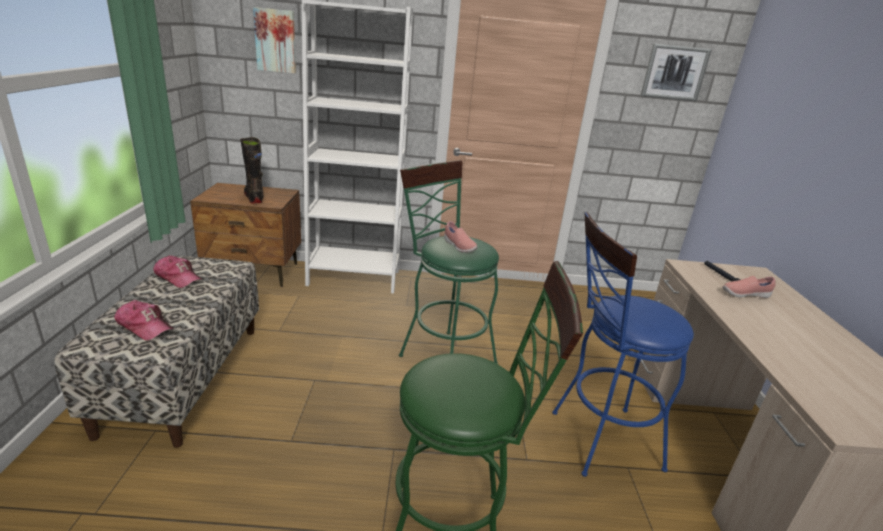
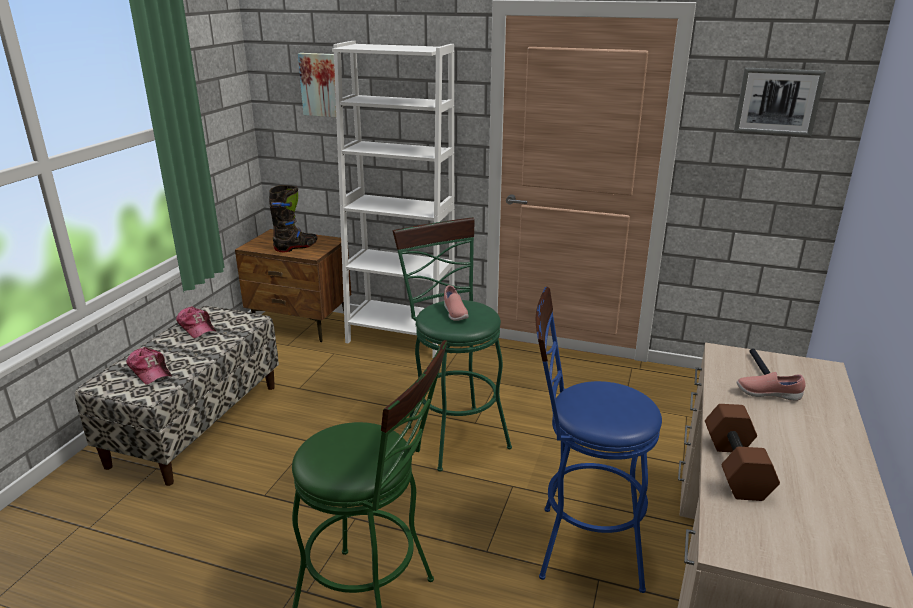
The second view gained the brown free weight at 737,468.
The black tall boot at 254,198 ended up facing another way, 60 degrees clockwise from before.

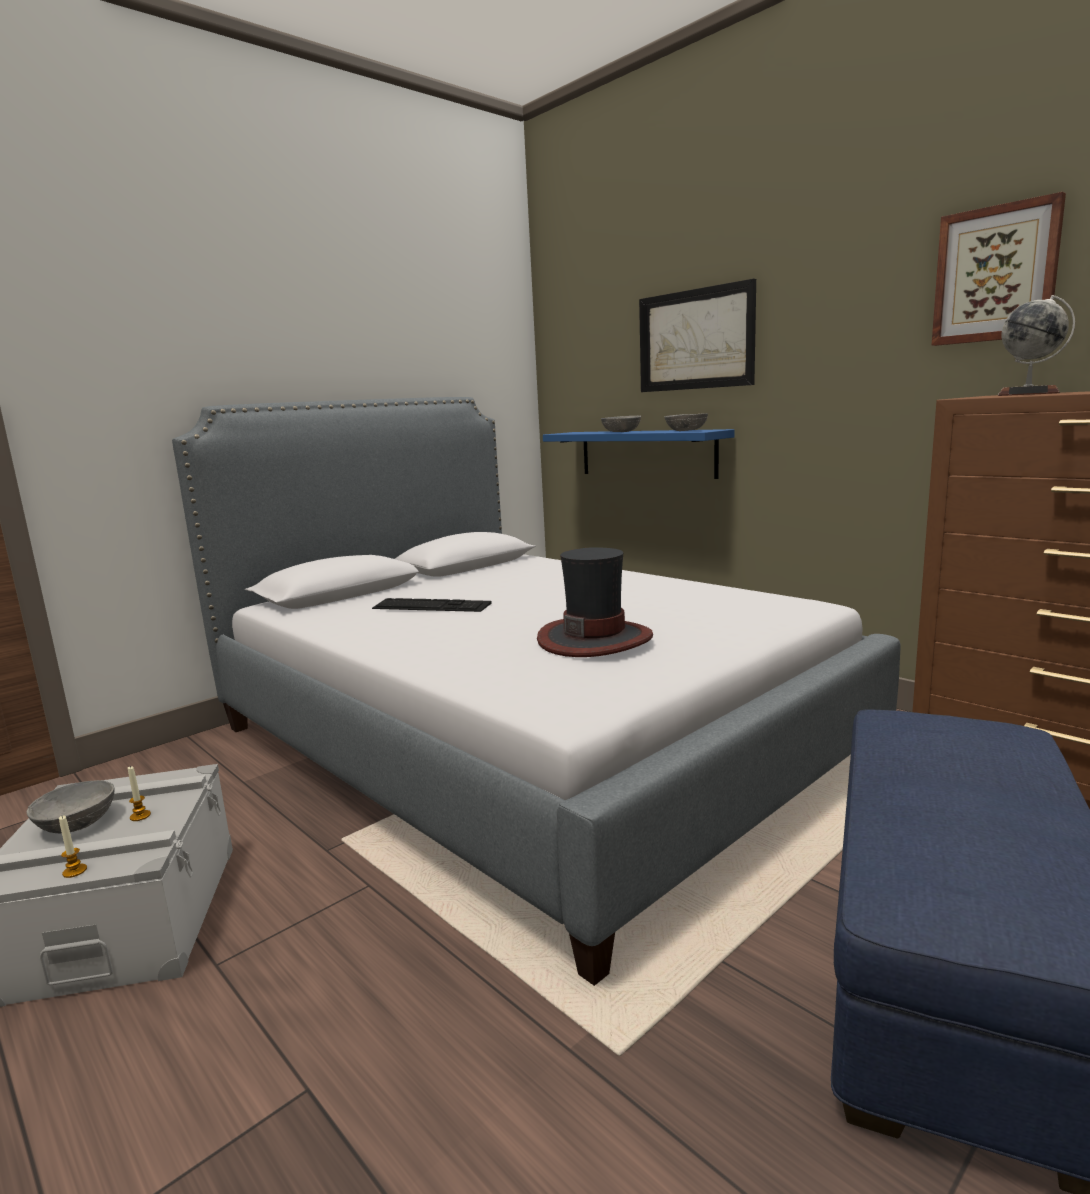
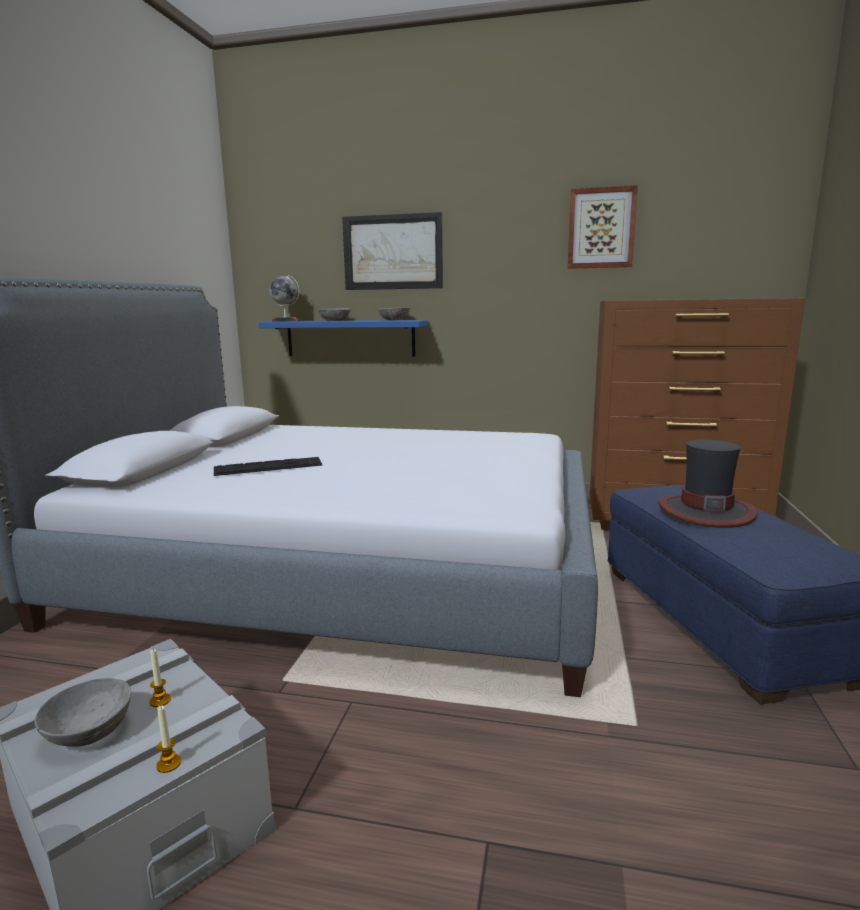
The clothing hat ended up elsewhere, having gone from 595,639 to 705,511.
The globe ended up elsewhere, having gone from 1028,394 to 285,321.

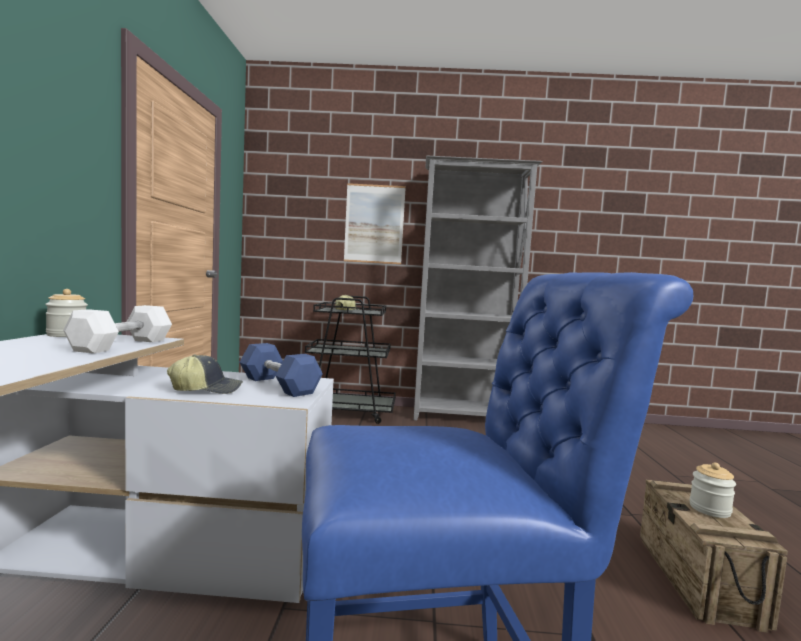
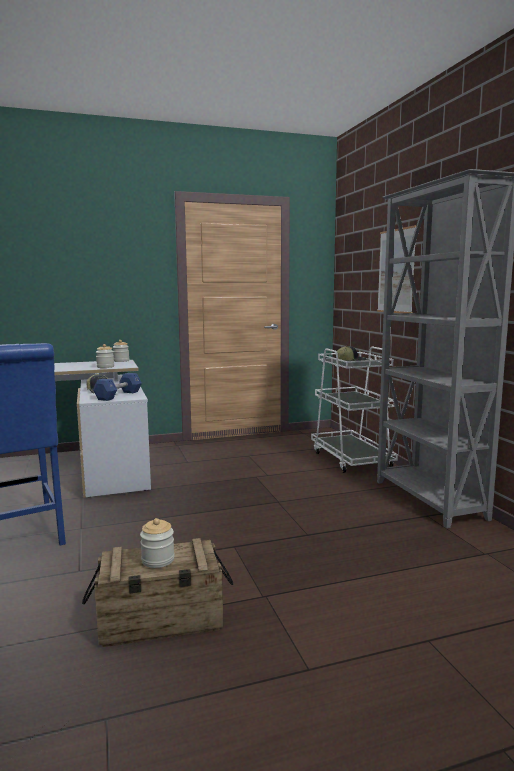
Where the white-coloured free weight stood at 122,345, the preserve jar came to stand at 105,367.
What was the black wheeled cart at 347,412 turned into the white-coloured wheeled cart at 351,459.

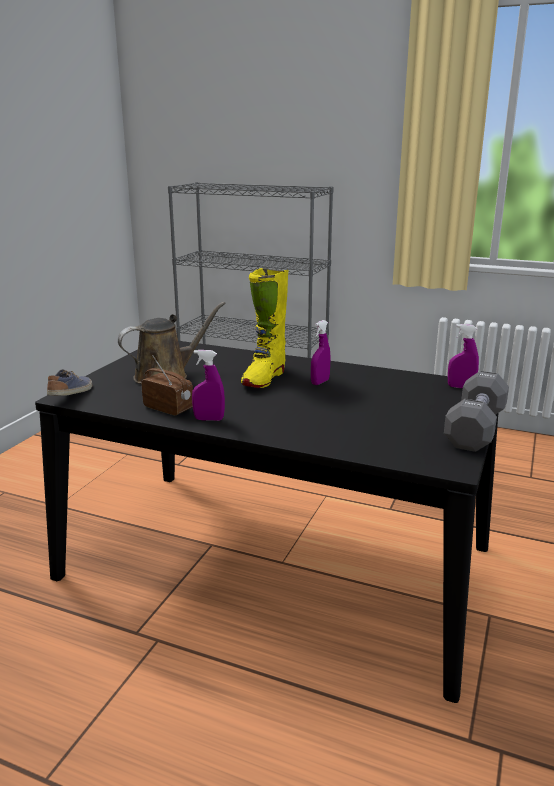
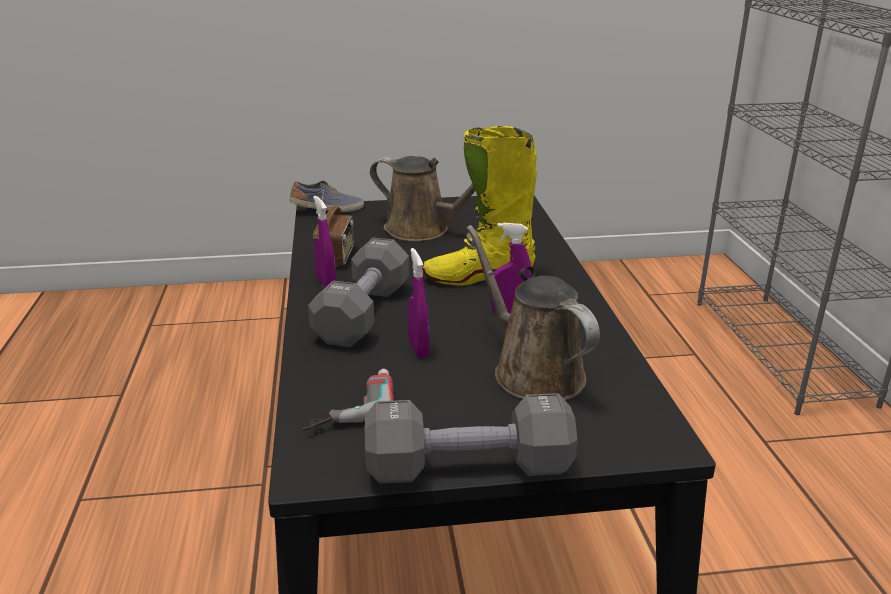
The second view gained the power drill at 349,405.
The second view gained the greyish free weight at 363,313.
The second view gained the brown sprinkling can at 532,372.
The purple-coloured sprayer ended up elsewhere, having gone from 460,387 to 418,348.

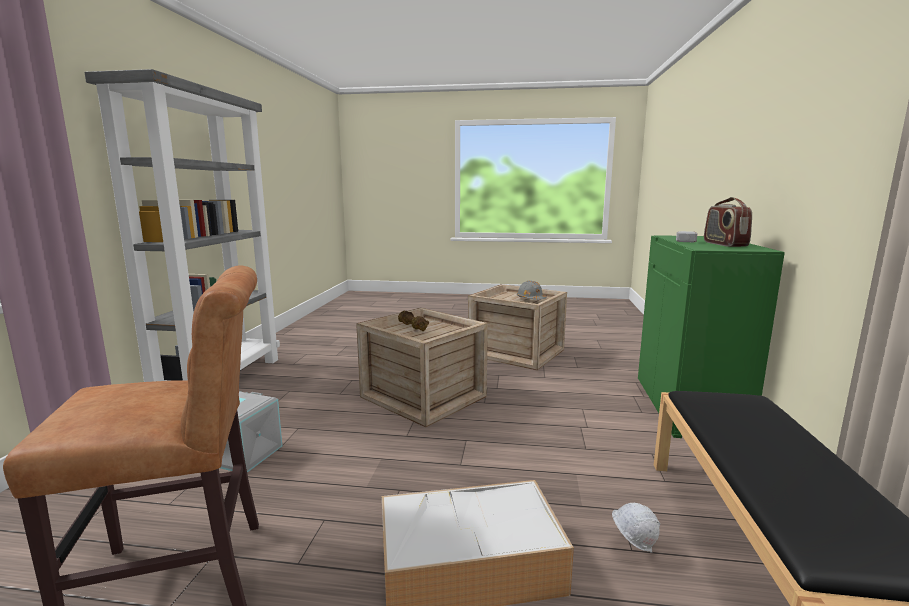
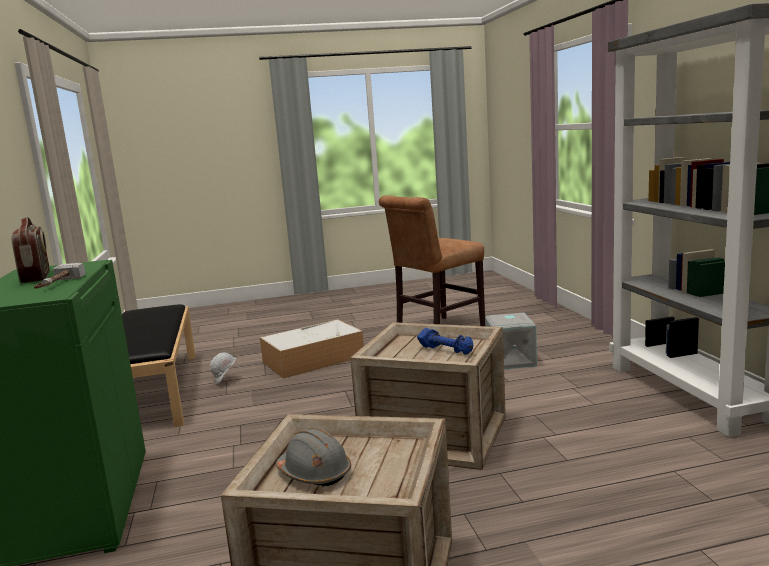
What was the brown free weight at 412,327 turned into the blue free weight at 446,350.

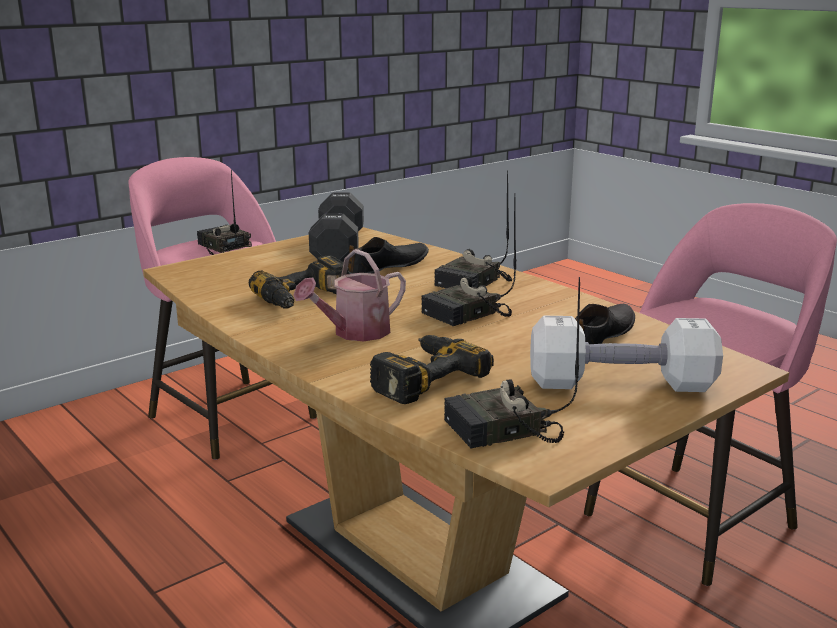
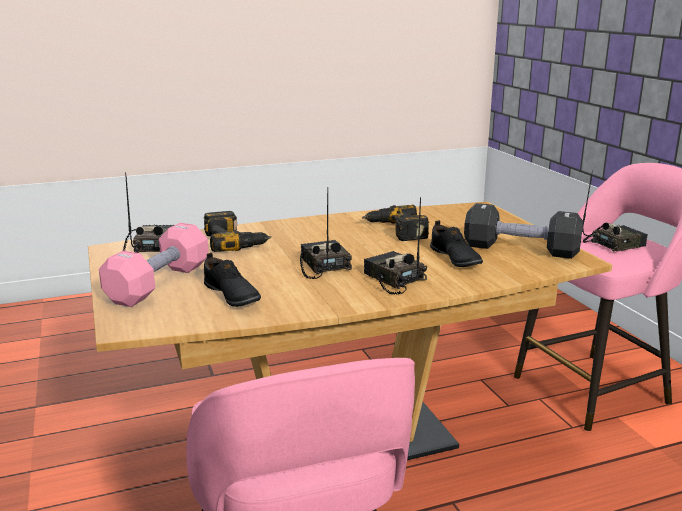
The second view lost the sprinkling can at 355,333.
What was the white-coloured free weight at 621,384 turned into the pinkish free weight at 159,284.

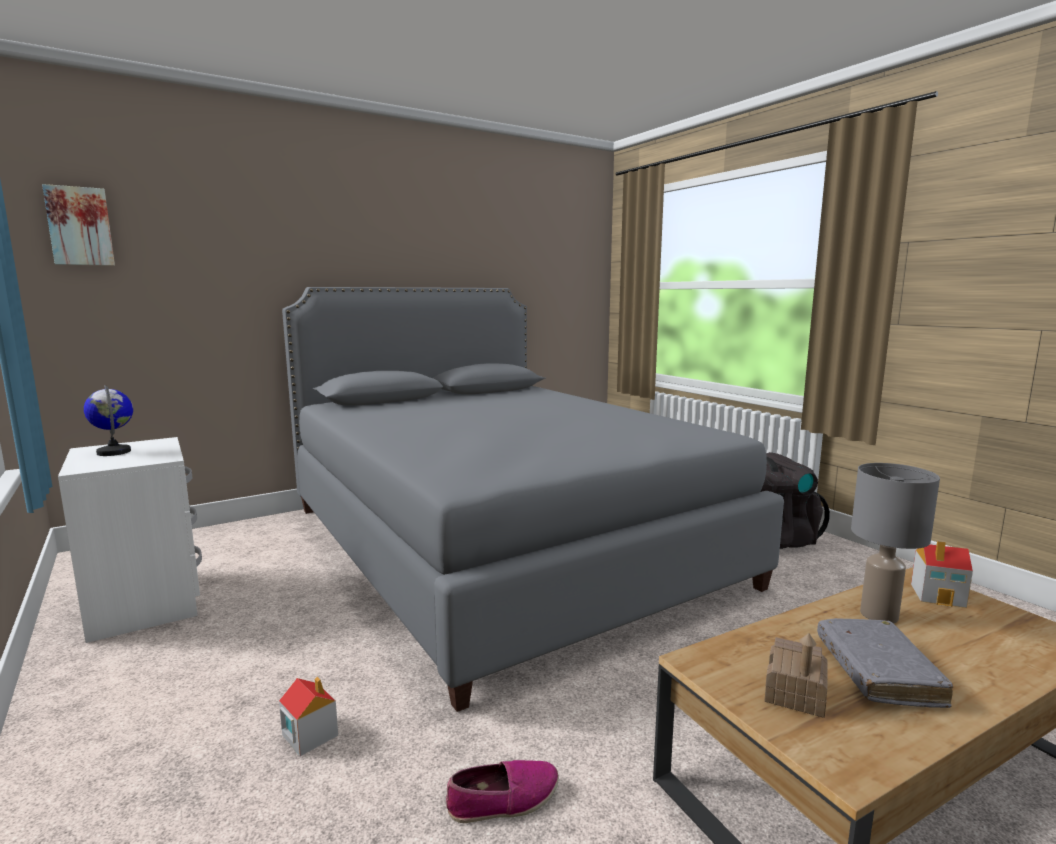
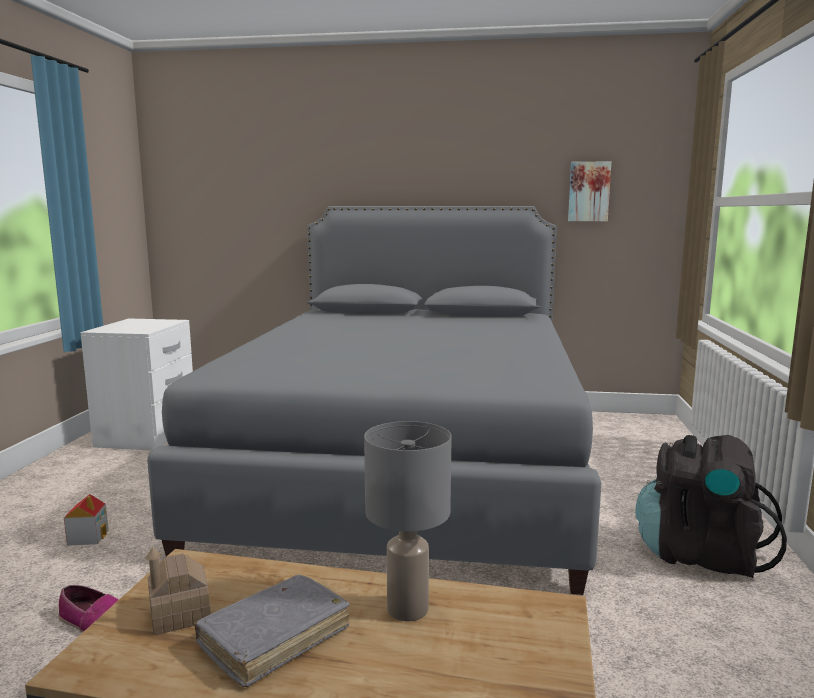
The second view lost the globe at 114,452.
The second view lost the model house at 938,595.
The wall picture ended up elsewhere, having gone from 80,226 to 589,191.

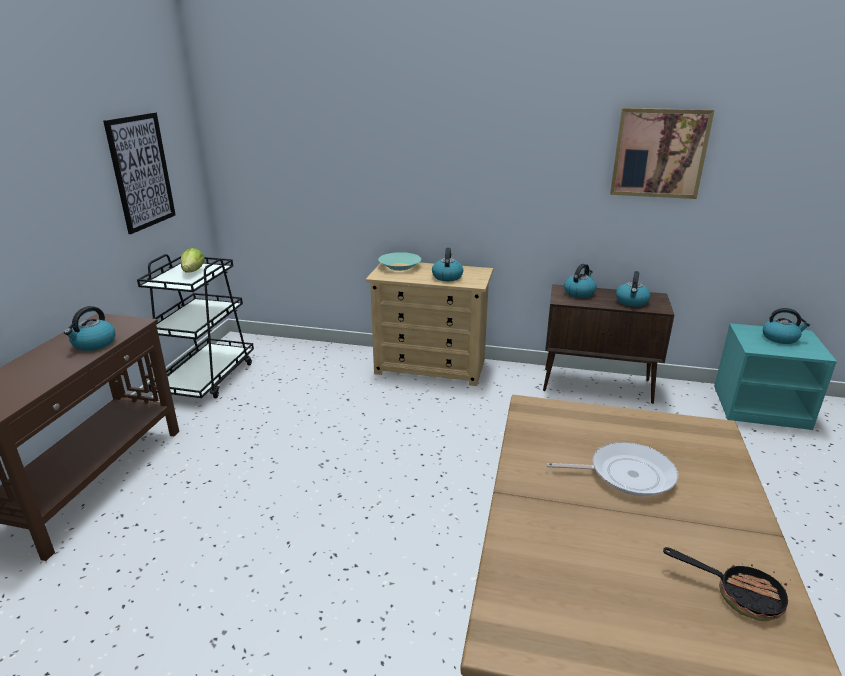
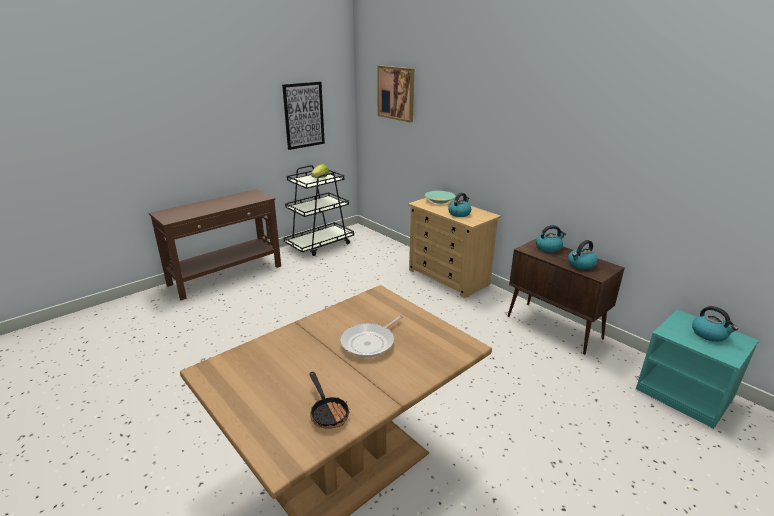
The second view lost the water kettle at 94,344.
The wall picture ended up elsewhere, having gone from 659,153 to 396,93.
The pan at 626,474 ended up facing another way, 90 degrees clockwise from before.

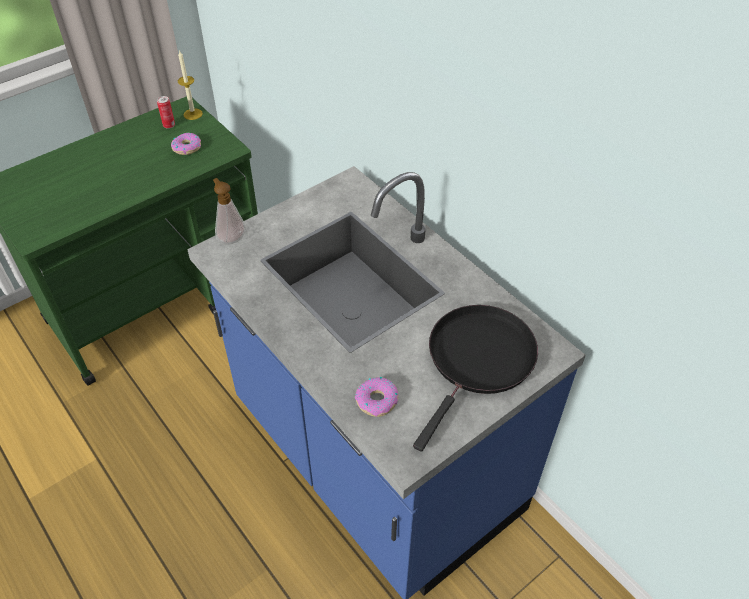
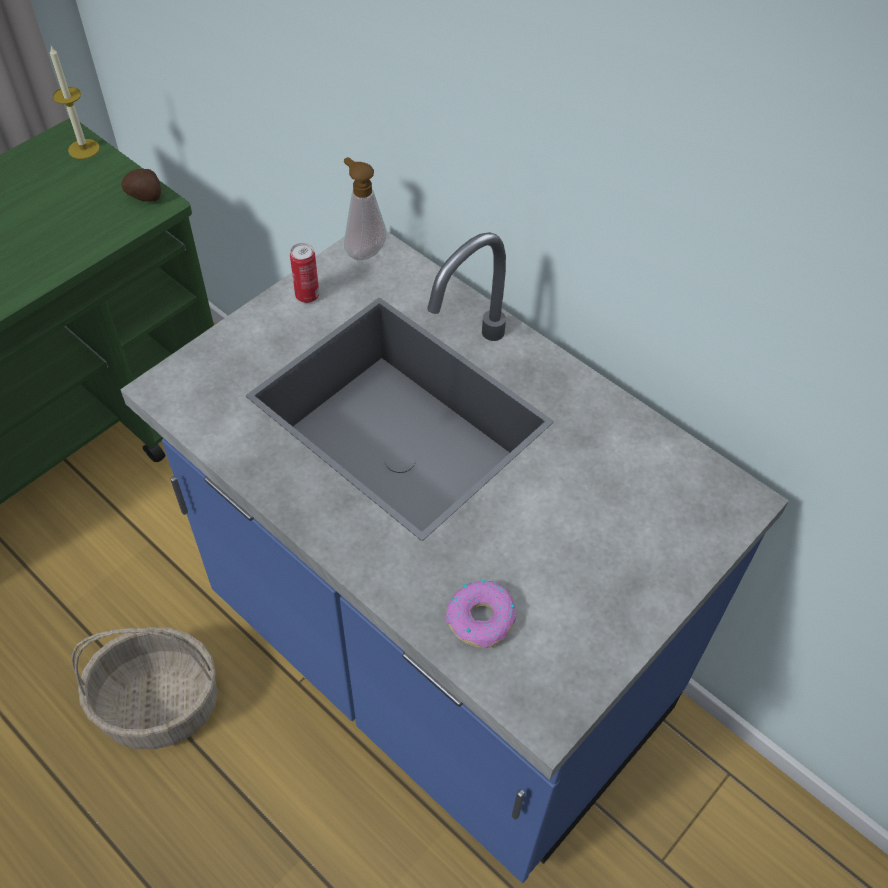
The second view lost the ring doughnut at 187,147.
The second view lost the black pan at 478,360.
The second view gained the household basket at 158,706.
The second view gained the spud at 146,196.
The can ended up elsewhere, having gone from 169,125 to 307,296.
The liquid soap bottle ended up elsewhere, having gone from 231,238 to 363,250.

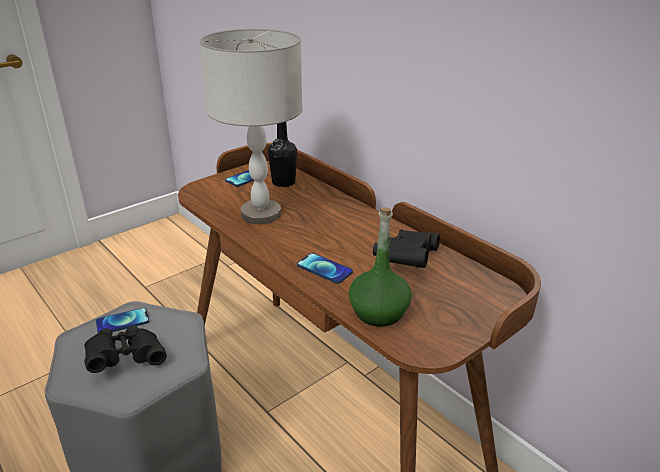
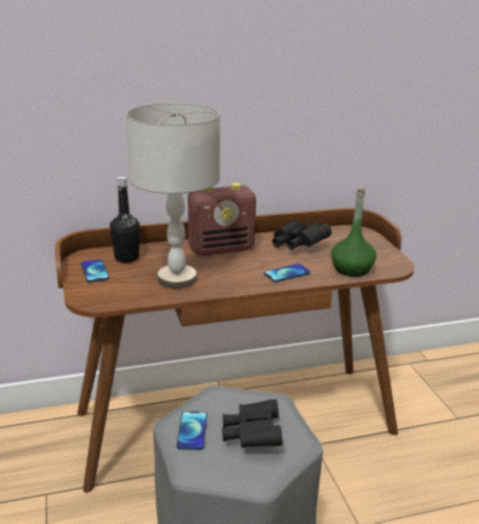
The second view gained the radio receiver at 221,249.

